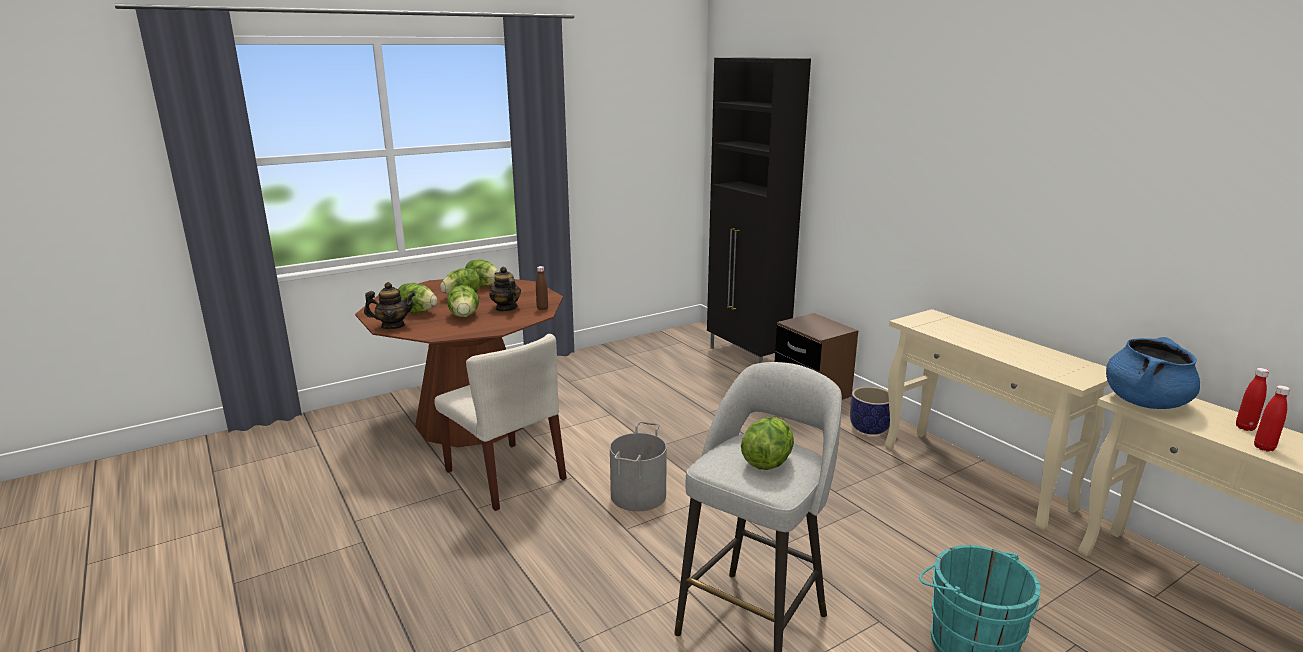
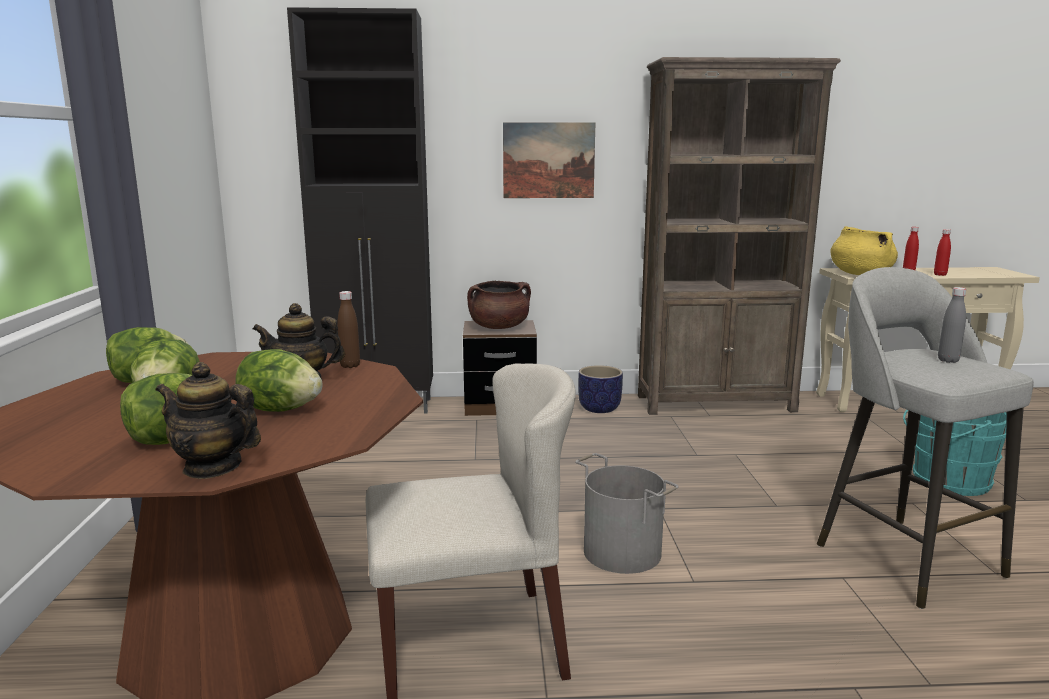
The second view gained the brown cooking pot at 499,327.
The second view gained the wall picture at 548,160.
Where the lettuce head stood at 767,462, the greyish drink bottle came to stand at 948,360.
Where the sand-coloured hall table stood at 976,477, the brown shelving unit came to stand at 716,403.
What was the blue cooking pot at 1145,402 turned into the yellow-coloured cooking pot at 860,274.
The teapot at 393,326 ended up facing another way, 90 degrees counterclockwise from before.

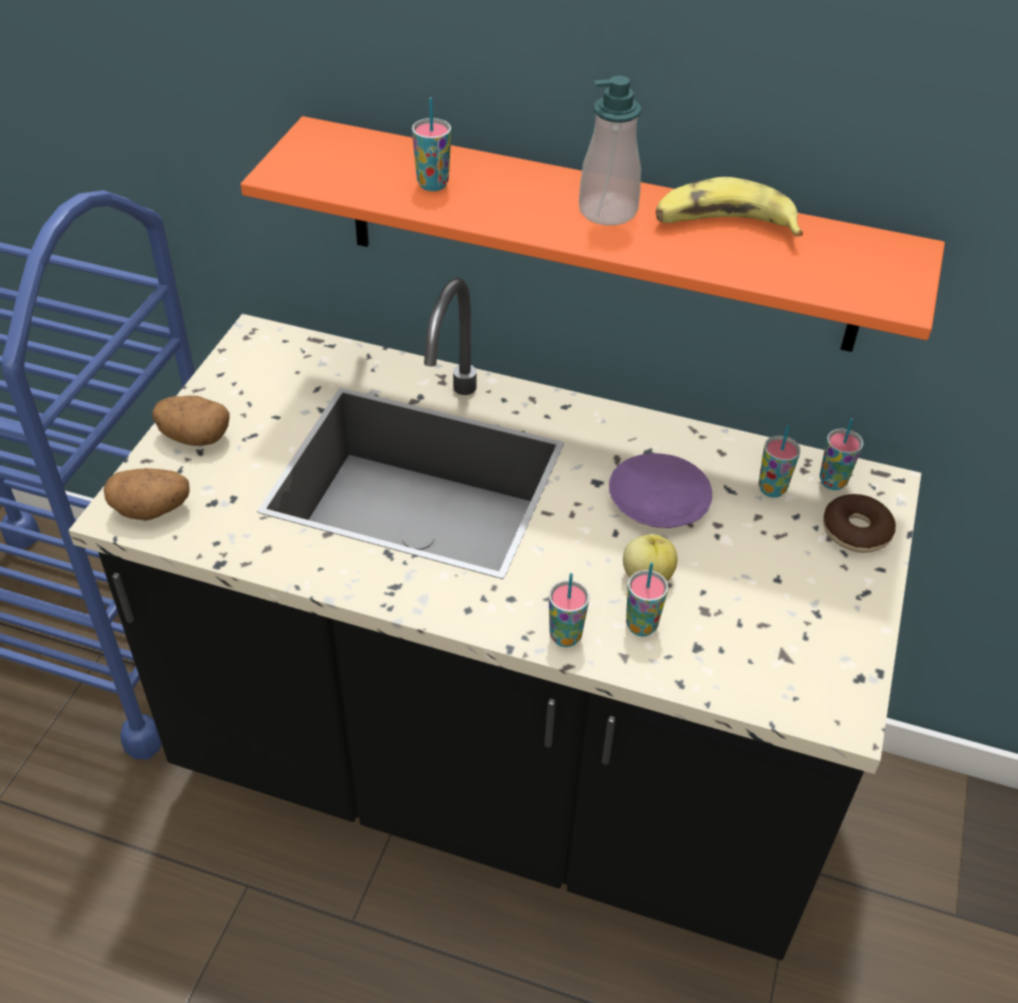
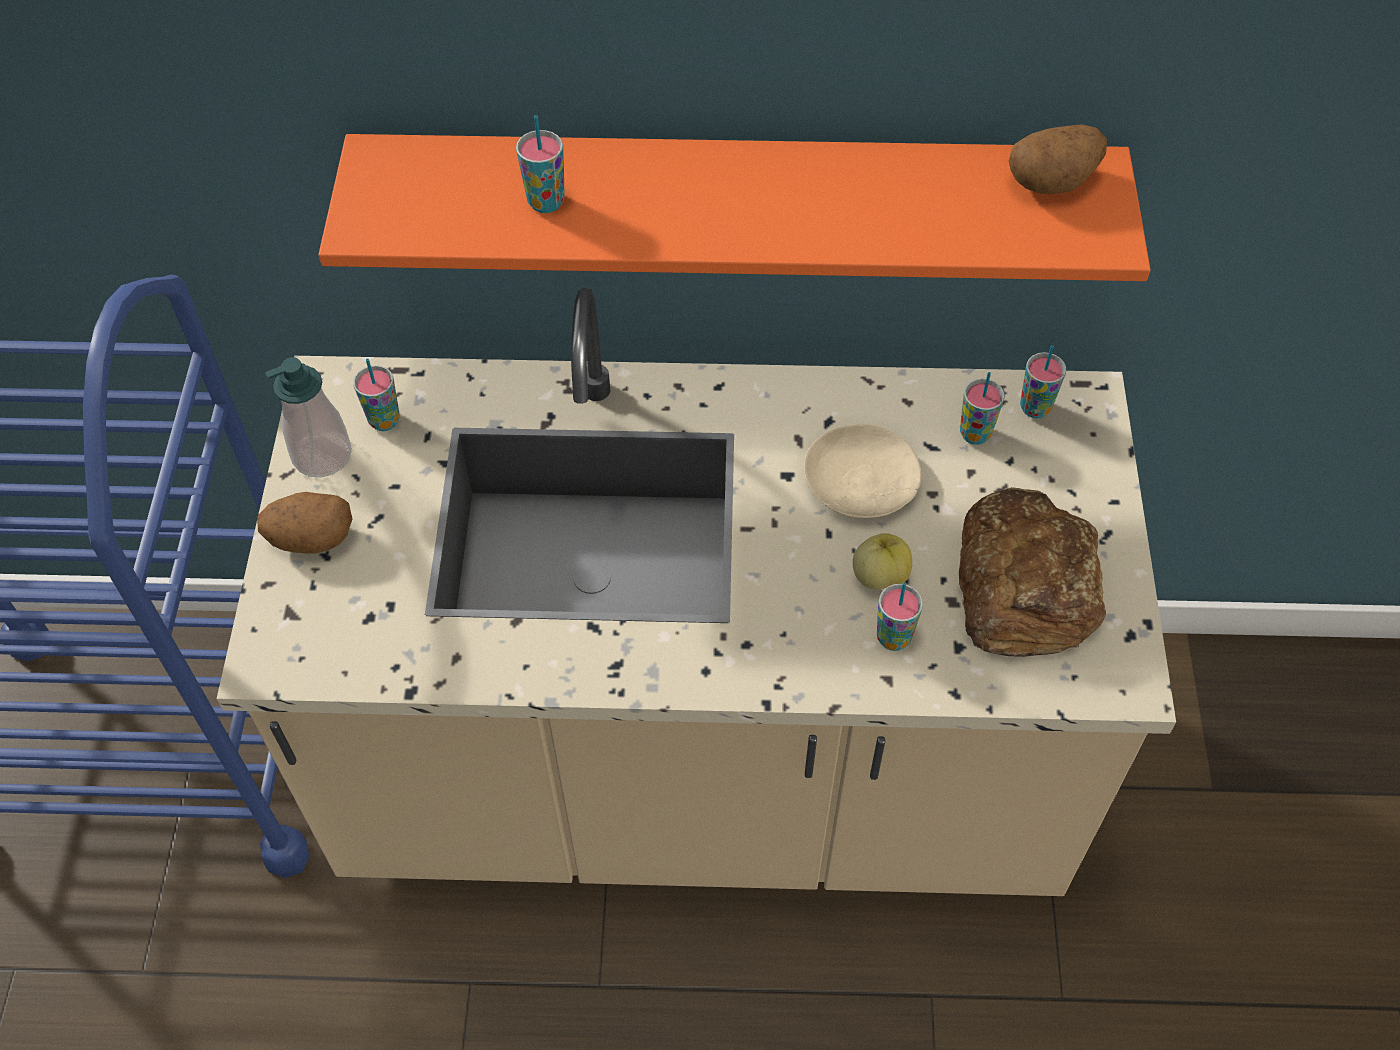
The second view lost the banana at 723,225.
The second view lost the ring doughnut at 856,531.
The second view gained the bread at 1024,584.
The spud ended up elsewhere, having gone from 152,509 to 1052,181.
The small cup ended up elsewhere, having gone from 565,636 to 384,420.
The liquid soap bottle ended up elsewhere, having gone from 607,211 to 322,455.
What was the black kitchen base unit at 500,774 turned into the sand-coloured kitchen base unit at 702,774.
What was the purple-coloured plate at 659,501 turned into the sand-coloured plate at 861,481.

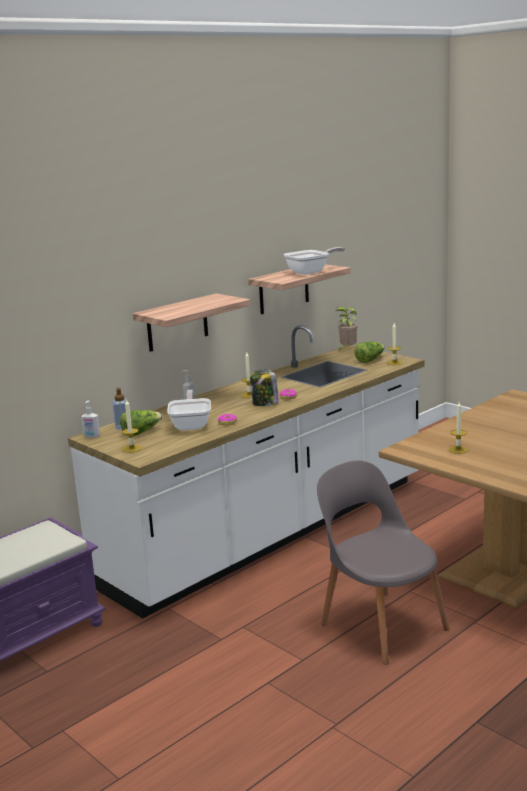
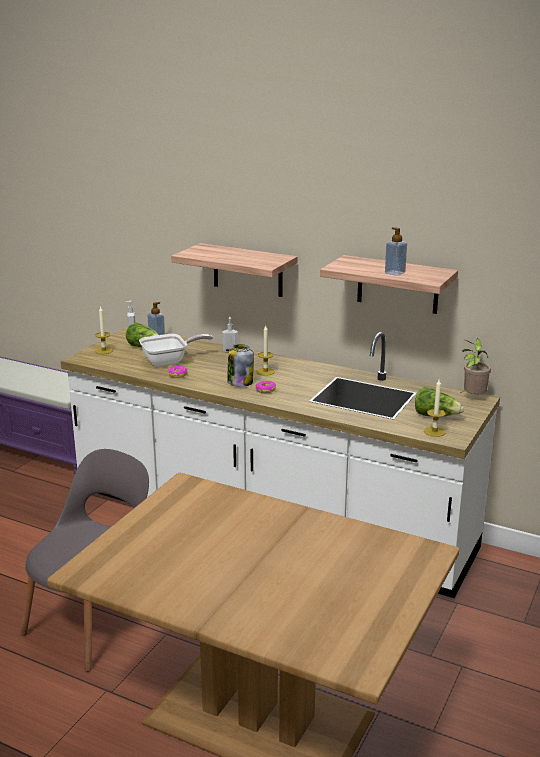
The second view lost the wax candle at 458,450.
Where the pan stood at 311,272, the liquid soap bottle came to stand at 395,273.

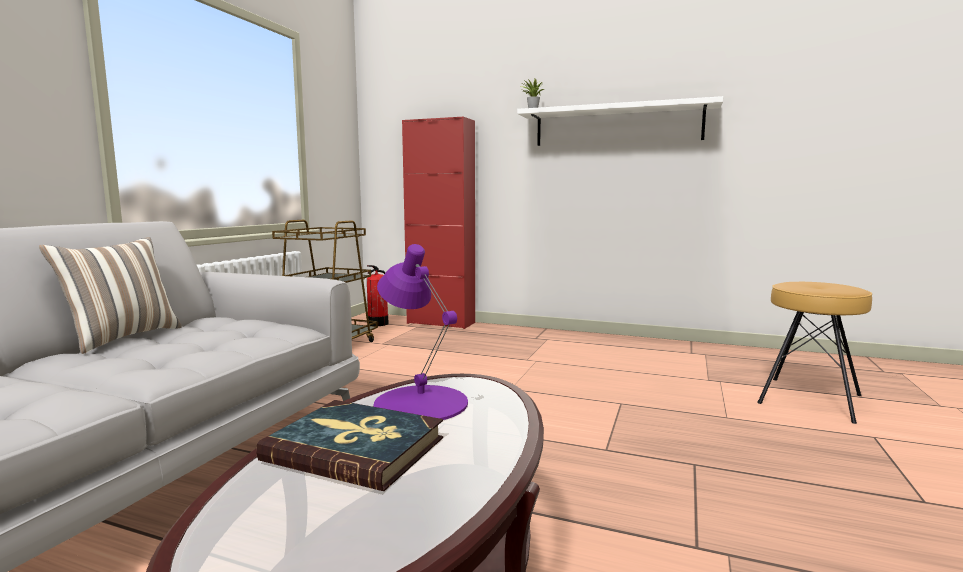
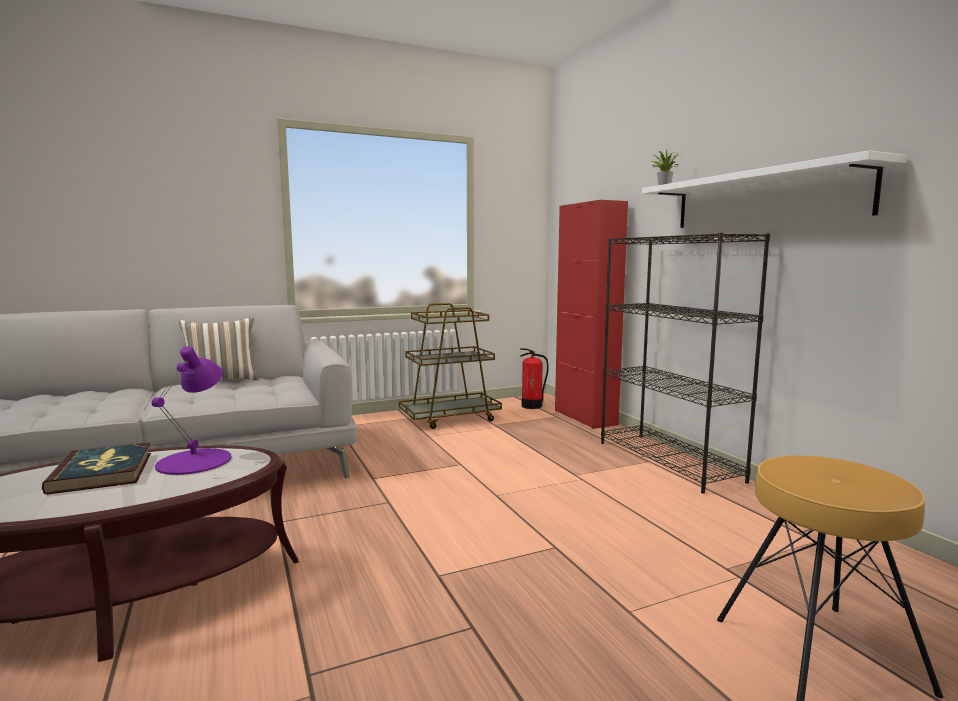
The second view gained the black shelving unit at 669,461.

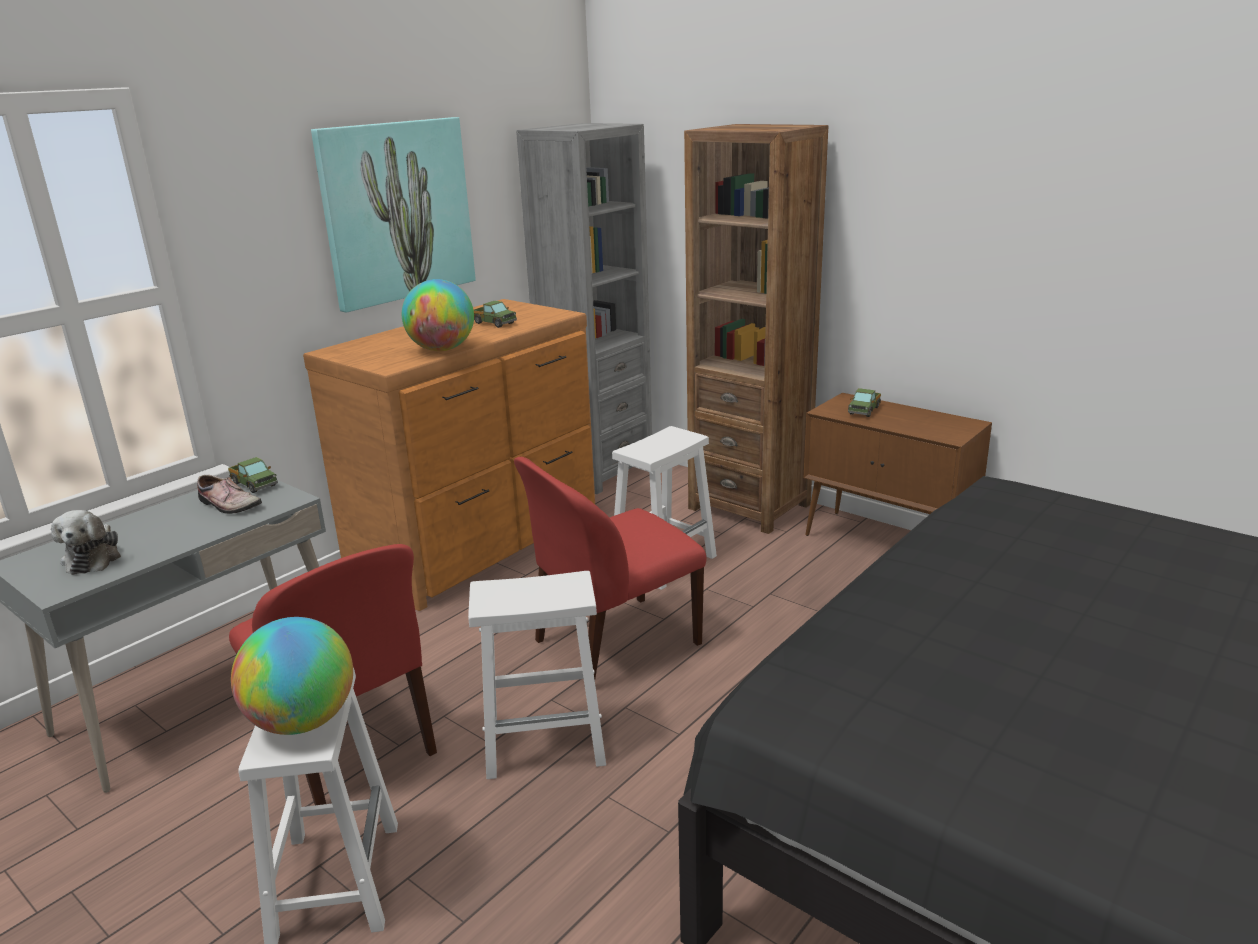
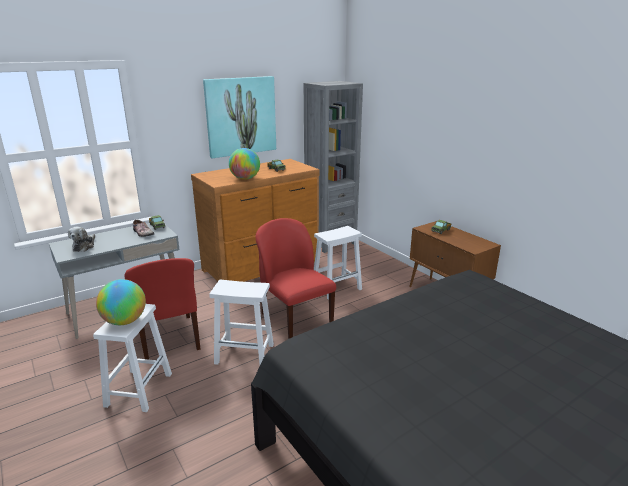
The second view lost the brown shelving unit at 749,506.
The red plain chair at 614,643 ended up facing another way, 75 degrees clockwise from before.

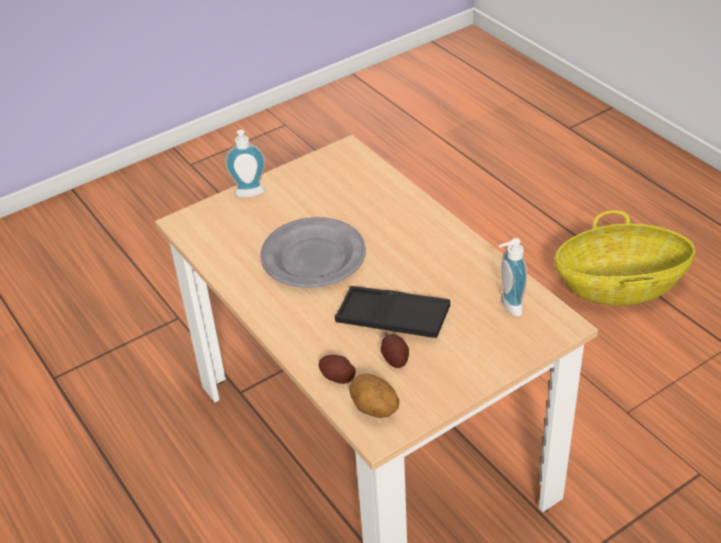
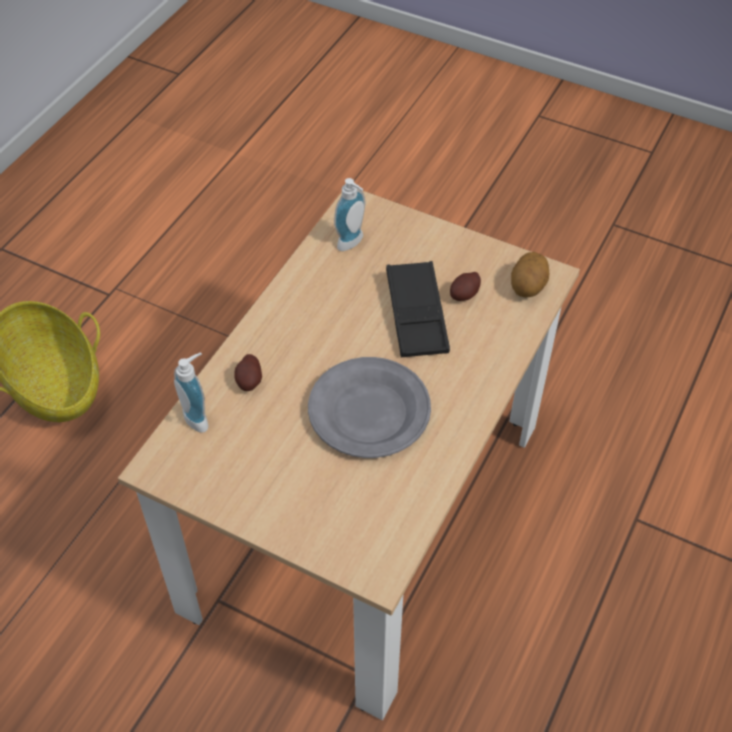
The liquid soap bottle ended up elsewhere, having gone from 250,195 to 199,417.
The spud ended up elsewhere, having gone from 337,377 to 249,381.

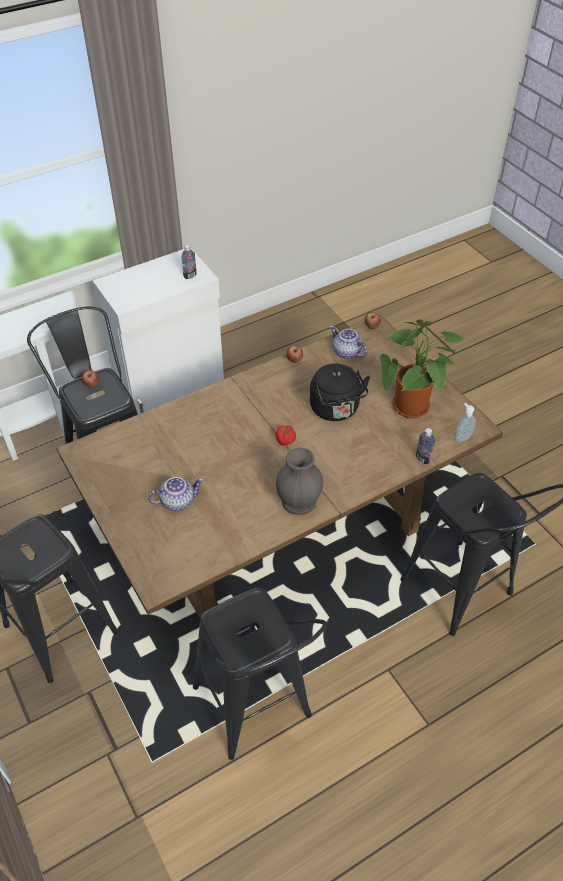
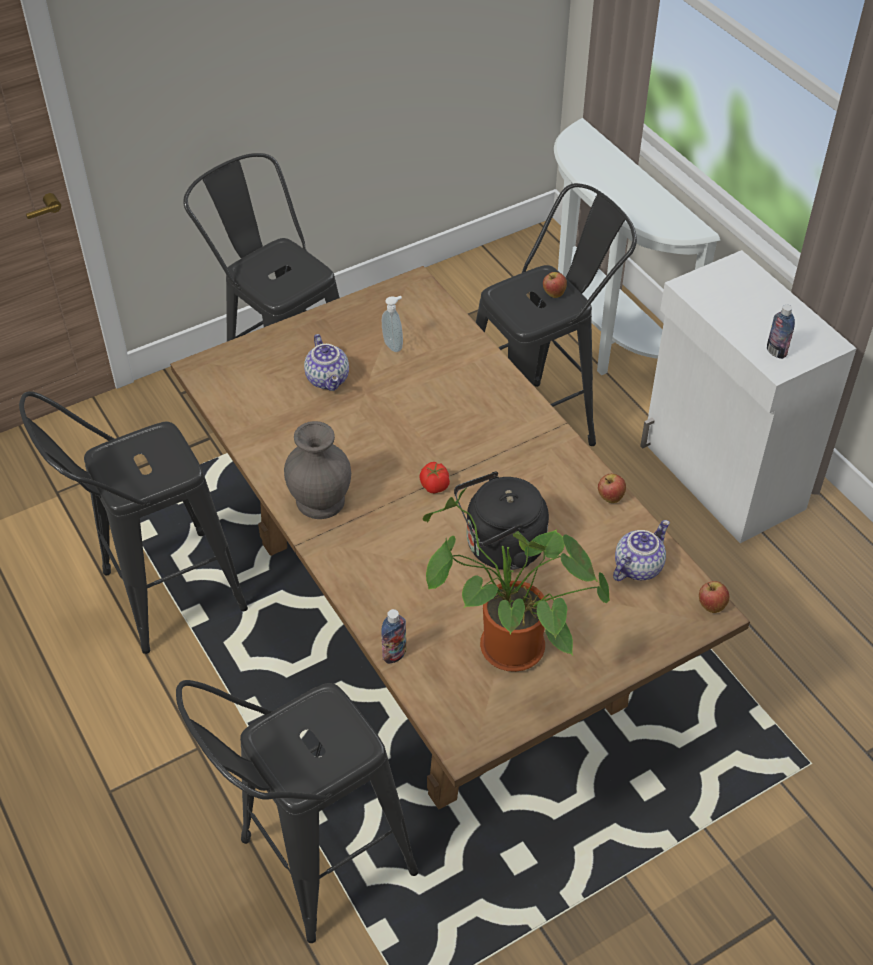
The liquid soap bottle ended up elsewhere, having gone from 462,437 to 394,345.

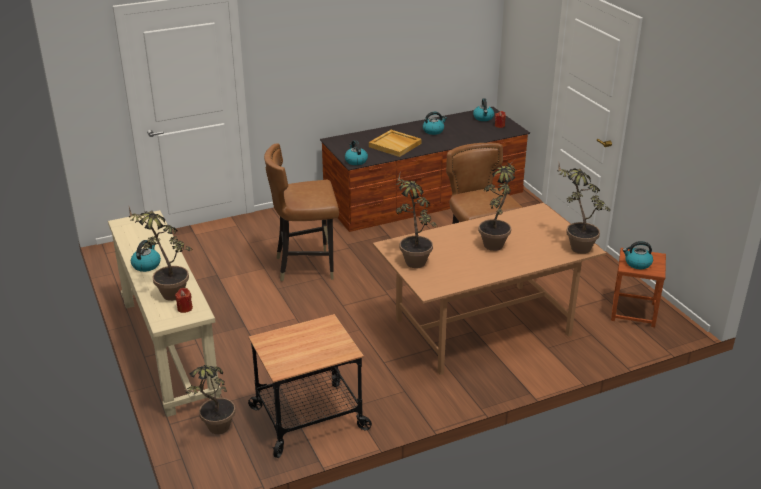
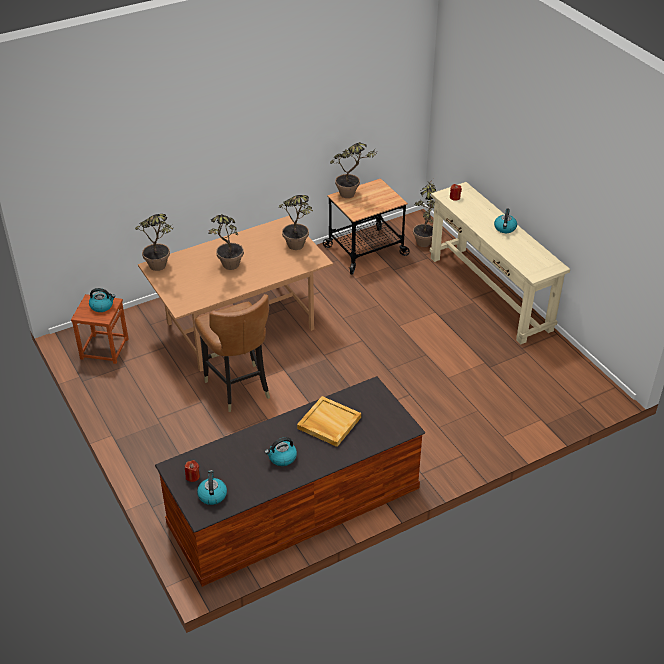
The second view lost the brown plain chair at 306,266.
The second view lost the water kettle at 355,161.
The houseplant ended up elsewhere, having gone from 167,292 to 352,195.

